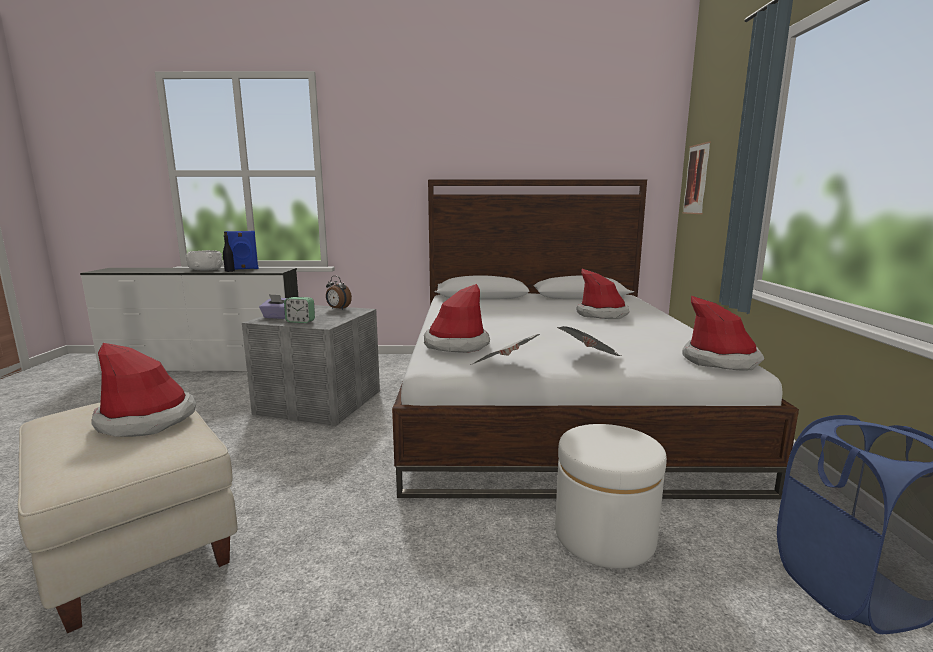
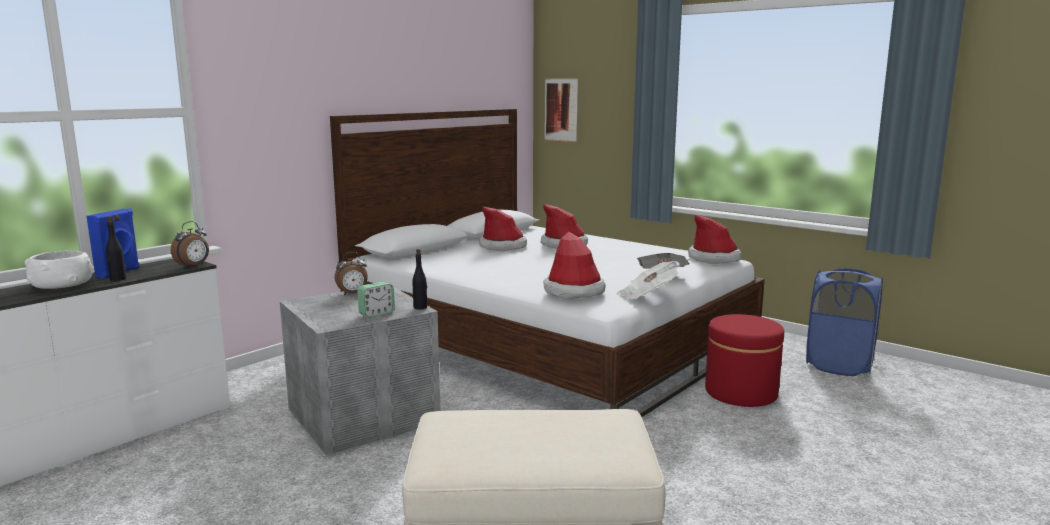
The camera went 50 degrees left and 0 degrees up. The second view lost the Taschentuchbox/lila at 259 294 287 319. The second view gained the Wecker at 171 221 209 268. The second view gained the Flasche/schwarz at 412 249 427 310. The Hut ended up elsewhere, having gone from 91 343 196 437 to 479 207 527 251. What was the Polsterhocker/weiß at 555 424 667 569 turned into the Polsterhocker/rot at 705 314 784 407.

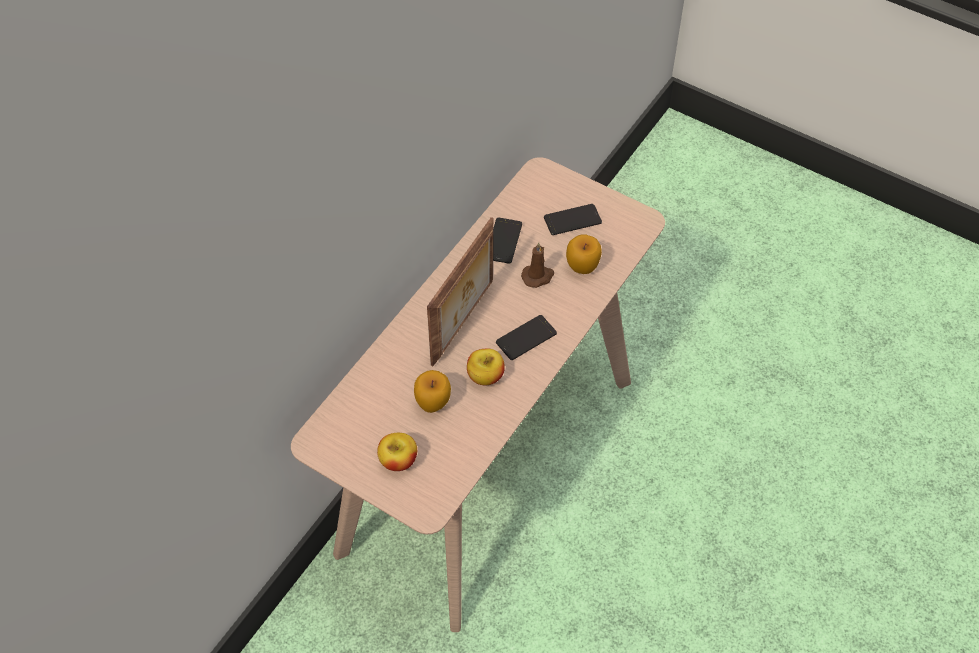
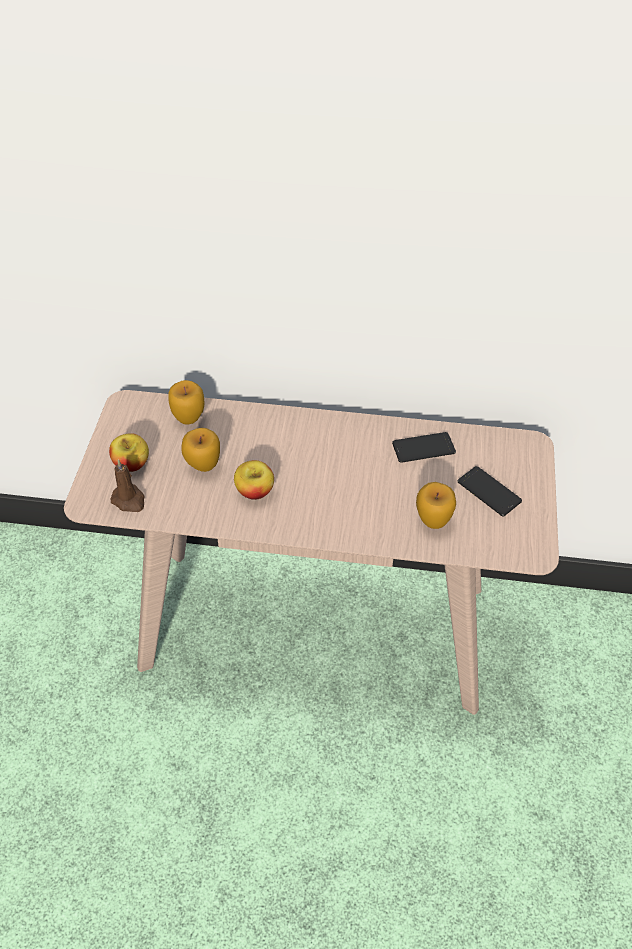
The camera went 65 degrees right and 5 degrees down. The second view lost the Bilderrahmen at 427 217 493 366. The second view lost the Handy at 496 315 557 360. The second view gained the Apfel at 168 380 205 425. The Kerze/braun ended up elsewhere, having gone from 521 242 554 288 to 110 459 145 512.

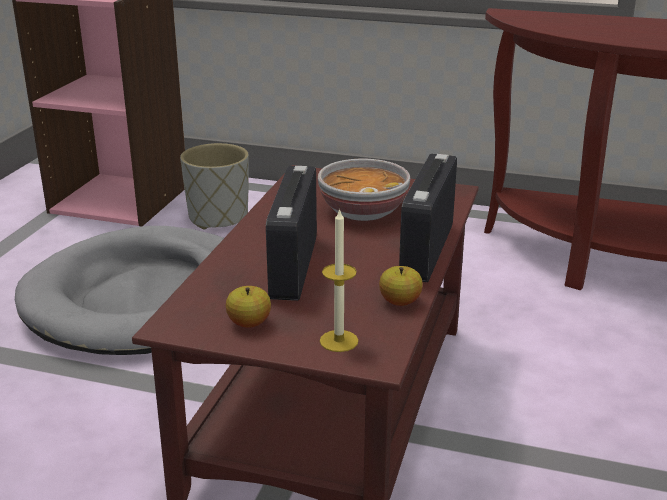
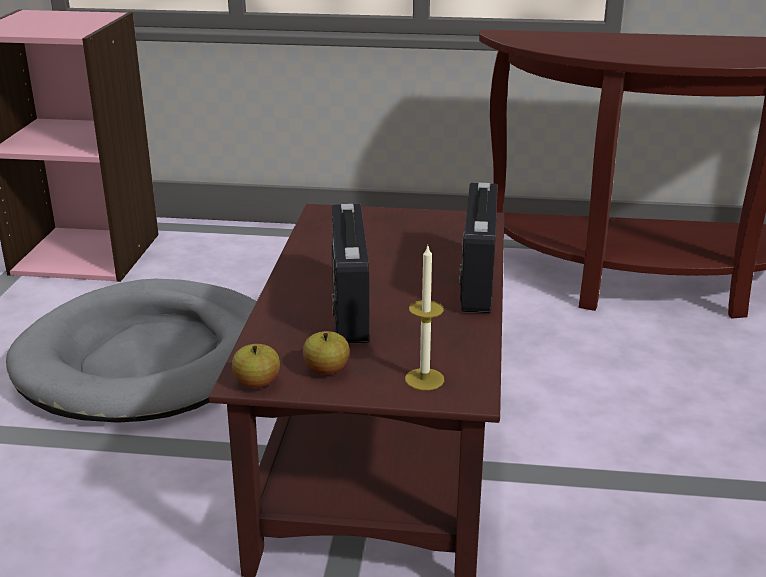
The camera went 10 degrees left and 0 degrees up. The second view lost the Pflanzkübel/grau at 180 143 249 229. The second view lost the Schüssel at 318 159 410 221. The Apfel ended up elsewhere, having gone from 379 266 423 306 to 232 344 280 388.

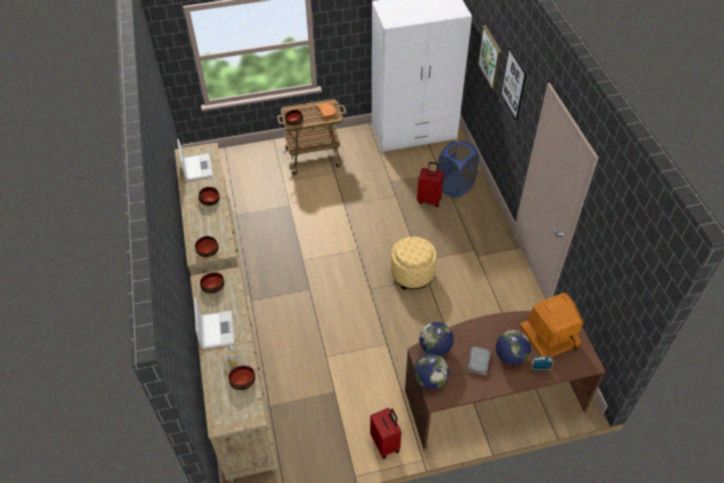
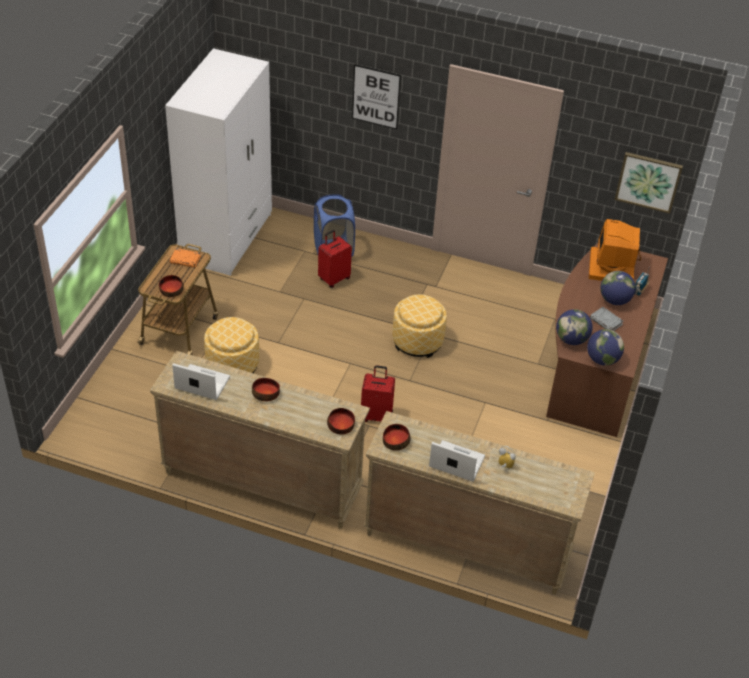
The camera went 60 degrees left and 5 degrees down. The second view lost the Schüssel at 229 366 255 390. The second view gained the Polsterhocker at 204 317 259 373. The Koffer/rot ended up elsewhere, having gone from 370 408 401 459 to 361 365 395 422. The Bild ended up elsewhere, having gone from 477 25 502 91 to 615 152 683 214.

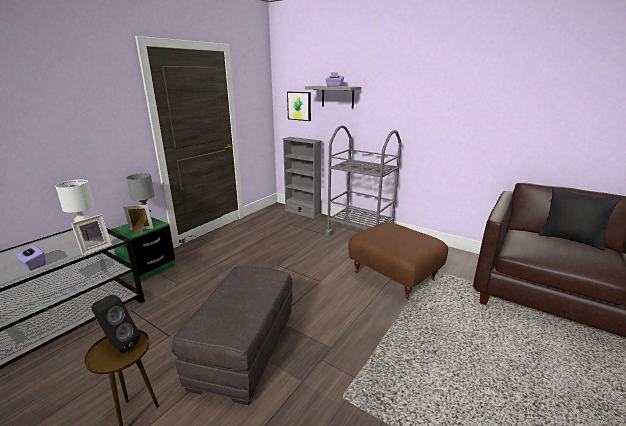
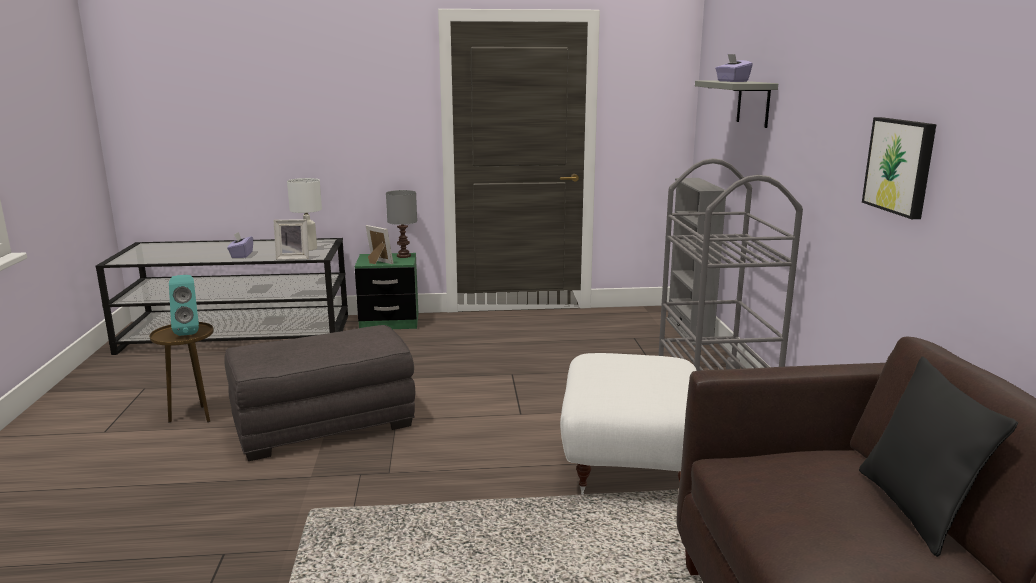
The camera went 50 degrees right and 5 degrees down. The Bild ended up elsewhere, having gone from 287 92 311 121 to 862 117 936 219. What was the Lautsprecher/schwarz at 91 294 140 353 turned into the Lautsprecher/türkis at 169 275 199 336. What was the Polsterhocker/braun at 348 222 448 301 turned into the Polsterhocker/weiß at 560 353 697 495.

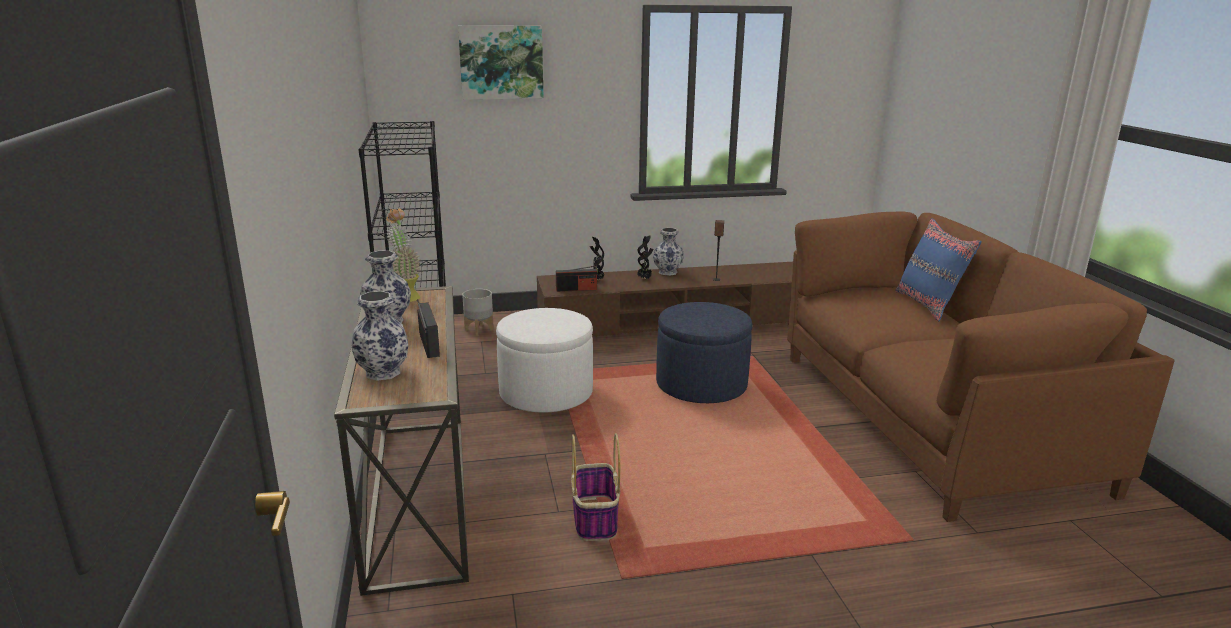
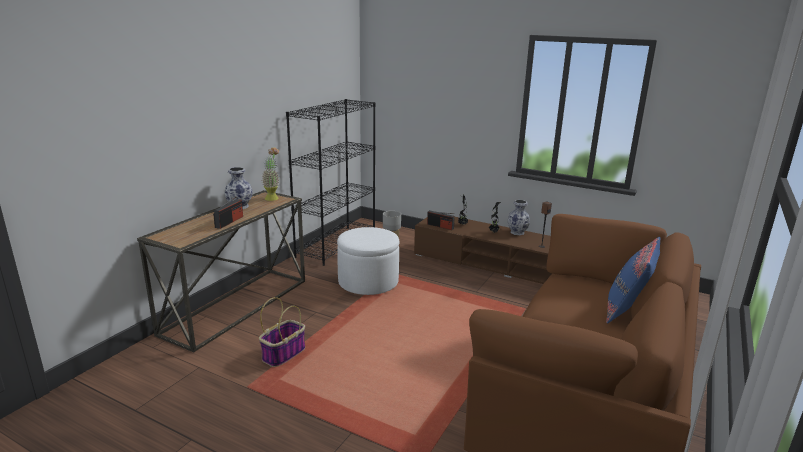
The camera went 40 degrees right and 0 degrees up. The second view lost the Vase at 352 291 408 381. The second view lost the Bild at 458 25 544 100. The second view lost the Polsterhocker/blau at 656 302 753 403.

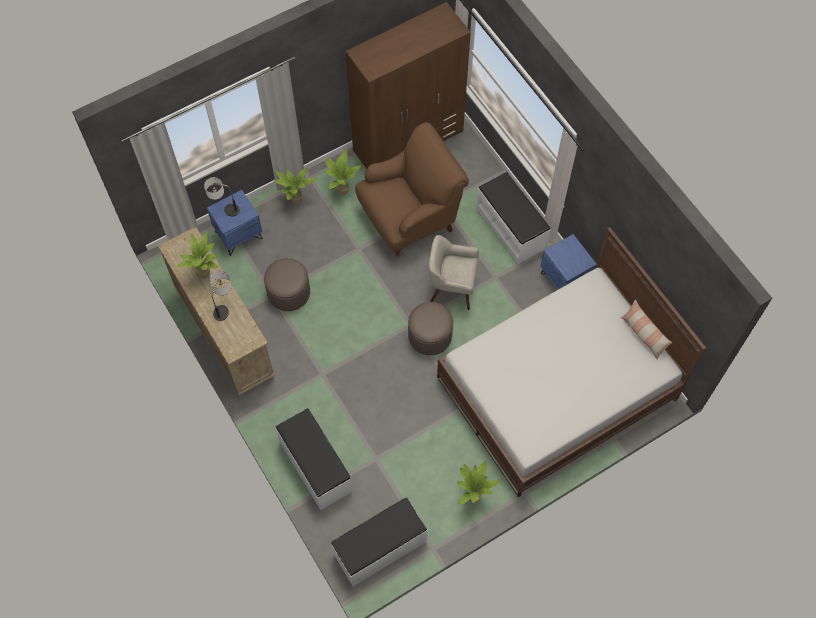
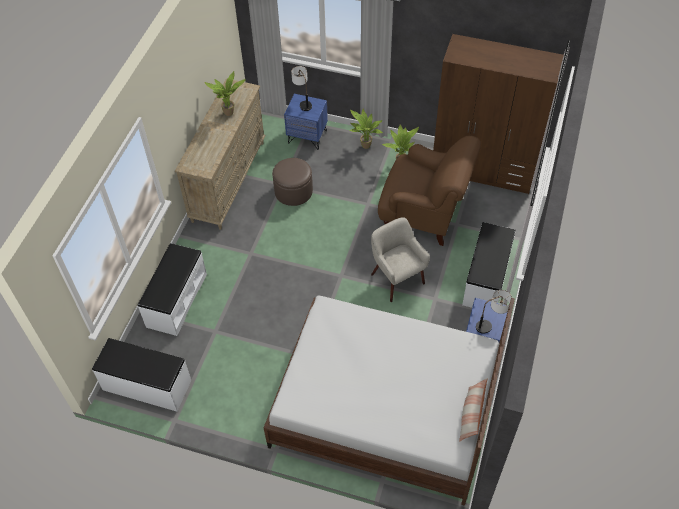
The camera went 50 degrees right and 10 degrees down. The second view lost the Polsterhocker/braun at 408 302 453 355. The second view lost the Topfpflanze at 457 461 500 504. The Tischlampe ended up elsewhere, having gone from 210 271 232 321 to 476 290 512 334.

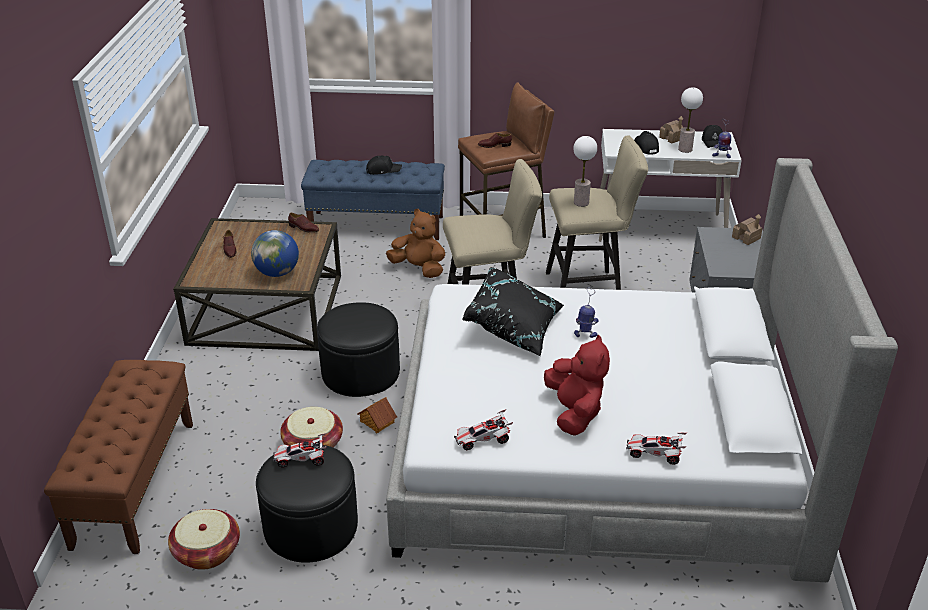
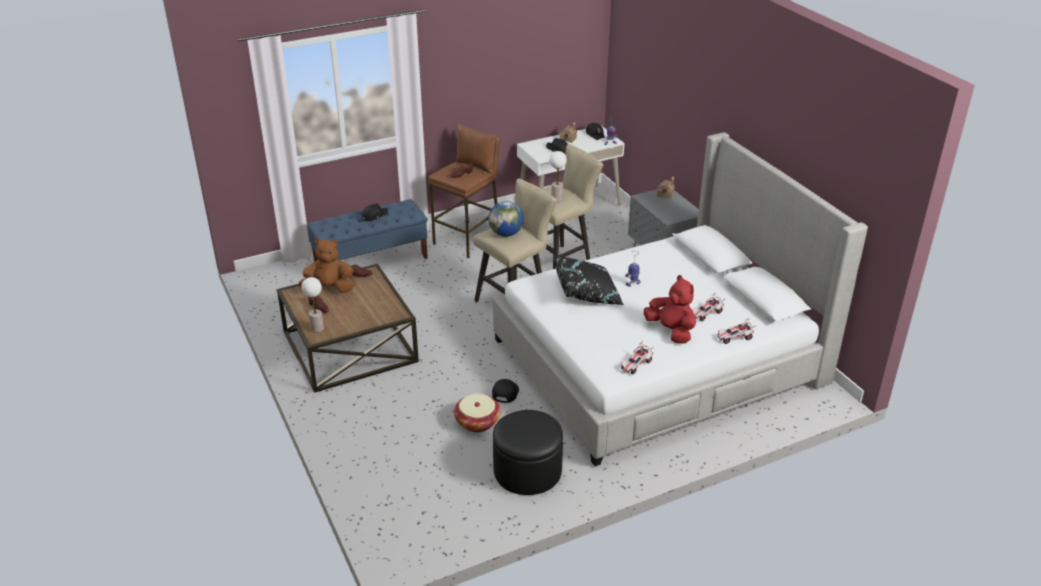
The camera went 30 degrees left and 0 degrees up. The second view lost the Bank/braun at 44 360 193 554. The second view lost the Korb at 168 509 240 570. The second view lost the Polsterhocker/schwarz at 317 302 400 397. The Globus ended up elsewhere, having gone from 251 230 299 277 to 489 201 524 237. The Spielzeugauto ended up elsewhere, having gone from 273 433 327 468 to 692 293 725 321. The Plüschtier/braun ended up elsewhere, having gone from 386 209 445 278 to 299 238 354 293. The Tischlampe ended up elsewhere, having gone from 678 87 703 153 to 301 277 324 333. Where the Spielzeughaus stood at 357 397 397 433, the Kappe/schwarz came to stand at 492 379 519 403.

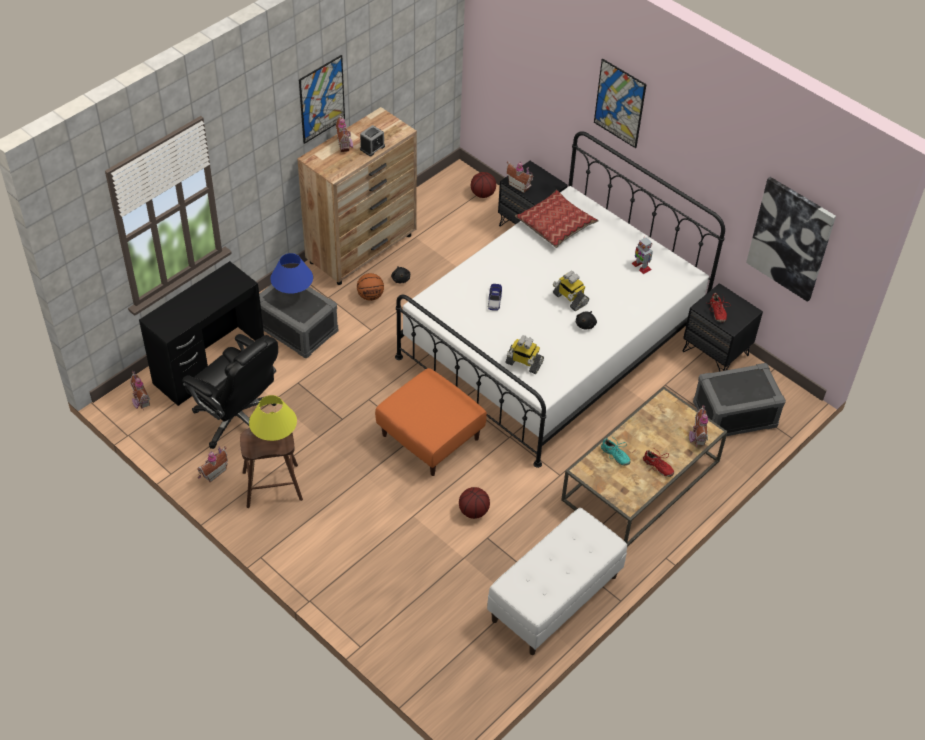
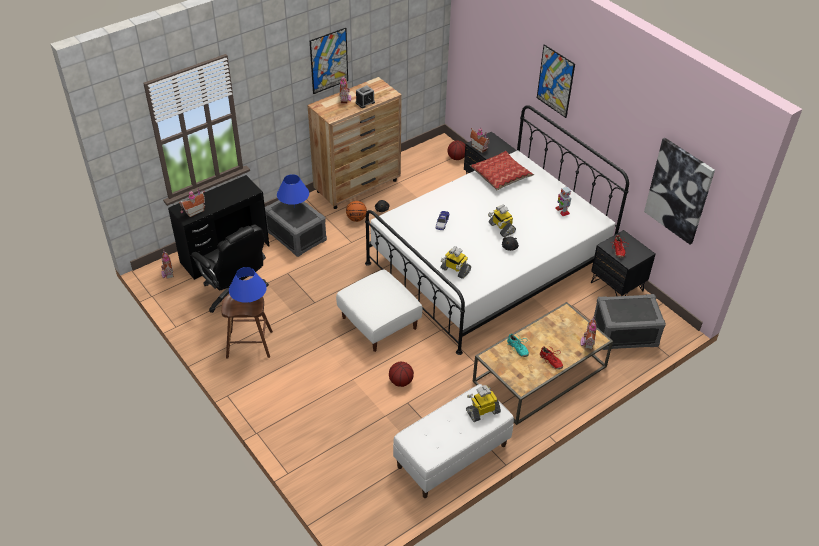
The camera went 10 degrees right and 5 degrees down. The second view gained the Spielzeugroboter at 466 385 501 422. The Spielzeughaus ended up elsewhere, having gone from 197 446 228 482 to 179 188 205 217. What was the Tischlampe/gelb at 249 395 297 441 turned into the Tischlampe/blau at 229 267 267 303. What was the Polsterhocker/orange at 375 368 487 476 turned into the Polsterhocker/weiß at 336 269 422 352.

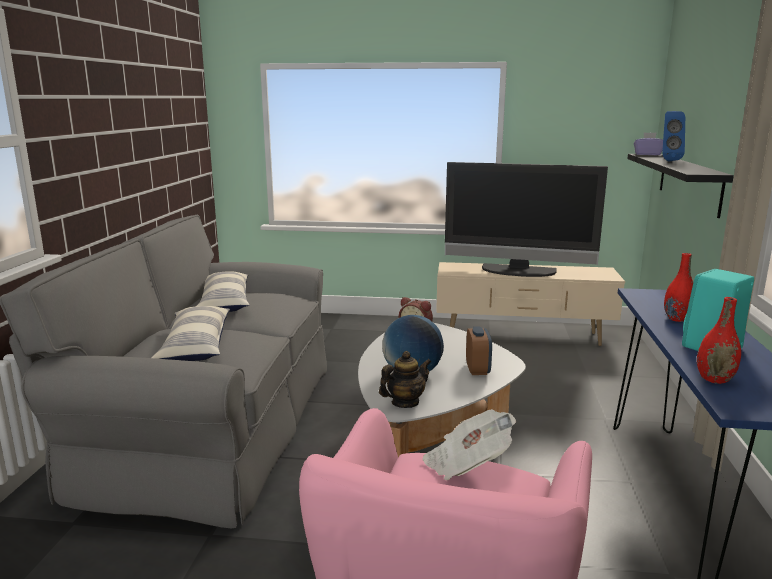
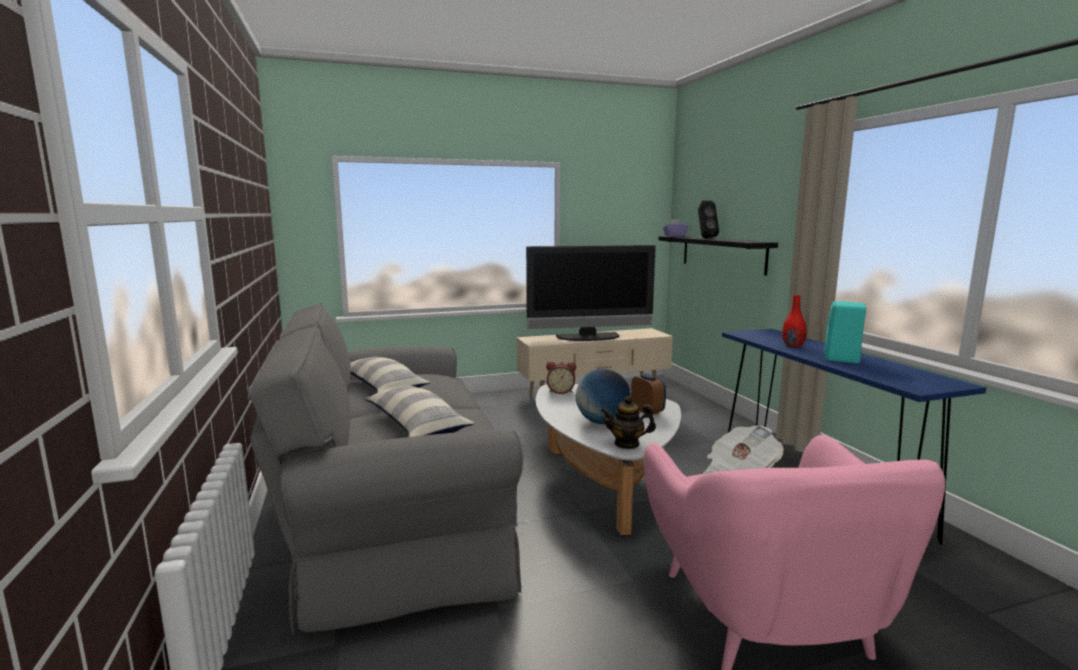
The camera went 25 degrees left and 5 degrees down. The second view lost the Vase/rot at 697 297 741 384. What was the Lautsprecher/blau at 662 111 685 161 turned into the Lautsprecher/schwarz at 698 200 719 238. The Teekanne at 379 351 431 408 ended up facing another way, 120 degrees counterclockwise from before.

